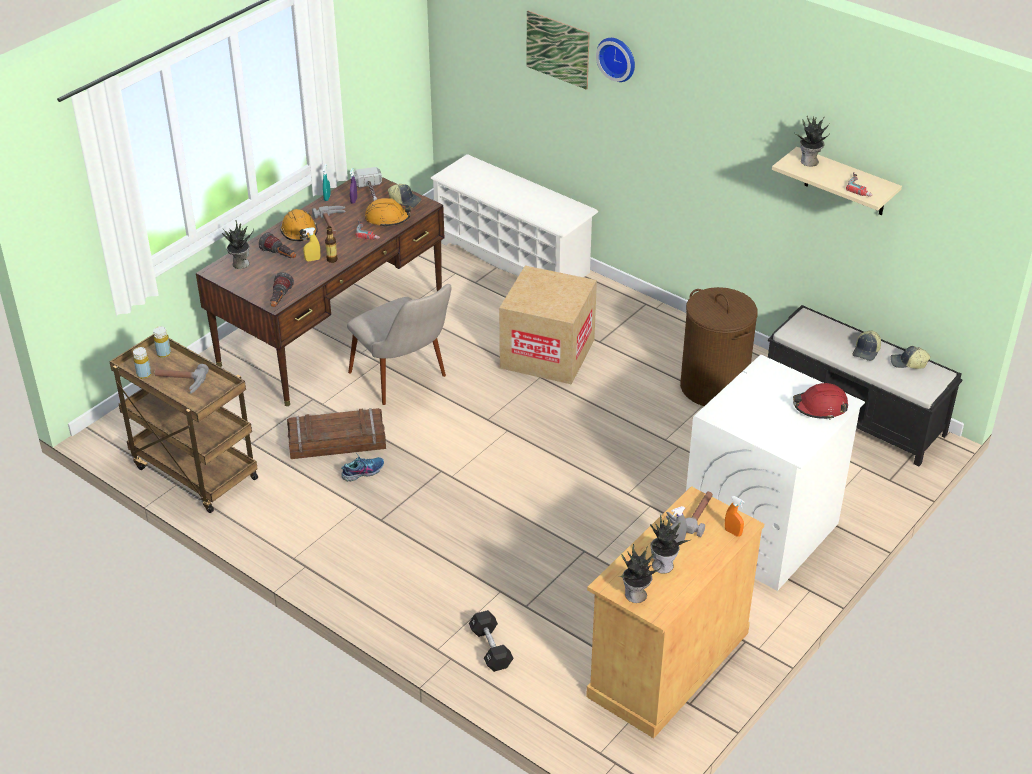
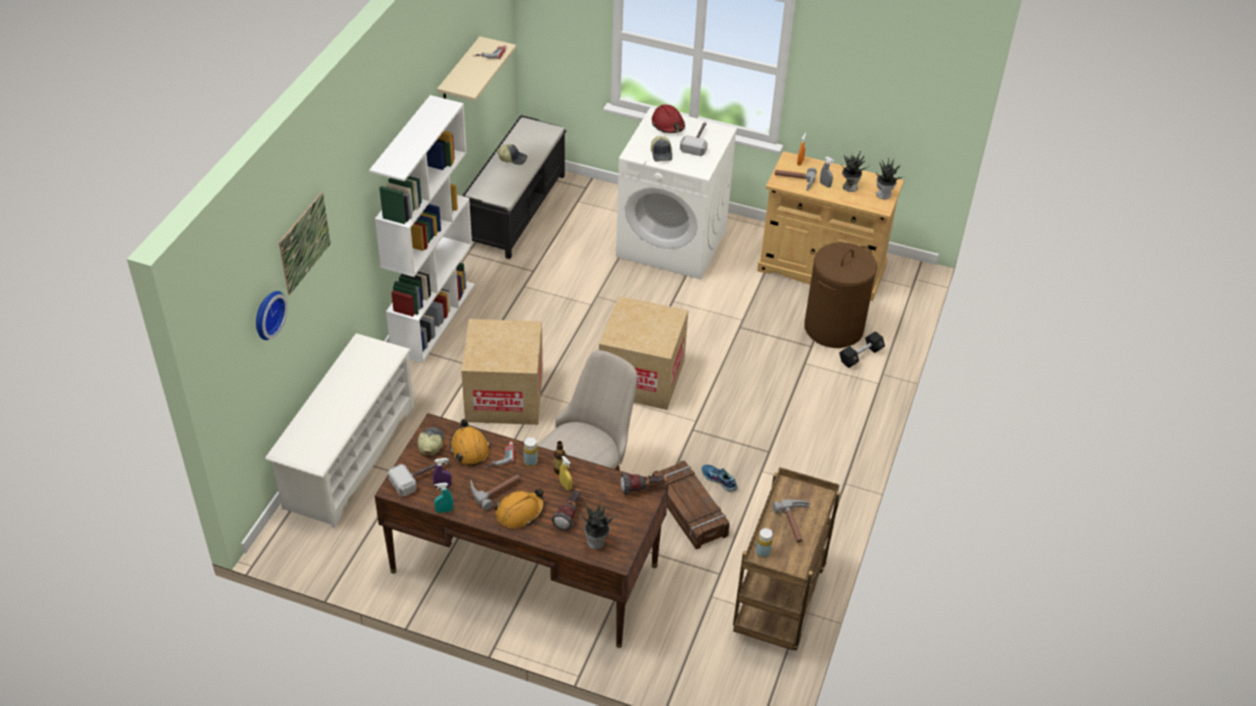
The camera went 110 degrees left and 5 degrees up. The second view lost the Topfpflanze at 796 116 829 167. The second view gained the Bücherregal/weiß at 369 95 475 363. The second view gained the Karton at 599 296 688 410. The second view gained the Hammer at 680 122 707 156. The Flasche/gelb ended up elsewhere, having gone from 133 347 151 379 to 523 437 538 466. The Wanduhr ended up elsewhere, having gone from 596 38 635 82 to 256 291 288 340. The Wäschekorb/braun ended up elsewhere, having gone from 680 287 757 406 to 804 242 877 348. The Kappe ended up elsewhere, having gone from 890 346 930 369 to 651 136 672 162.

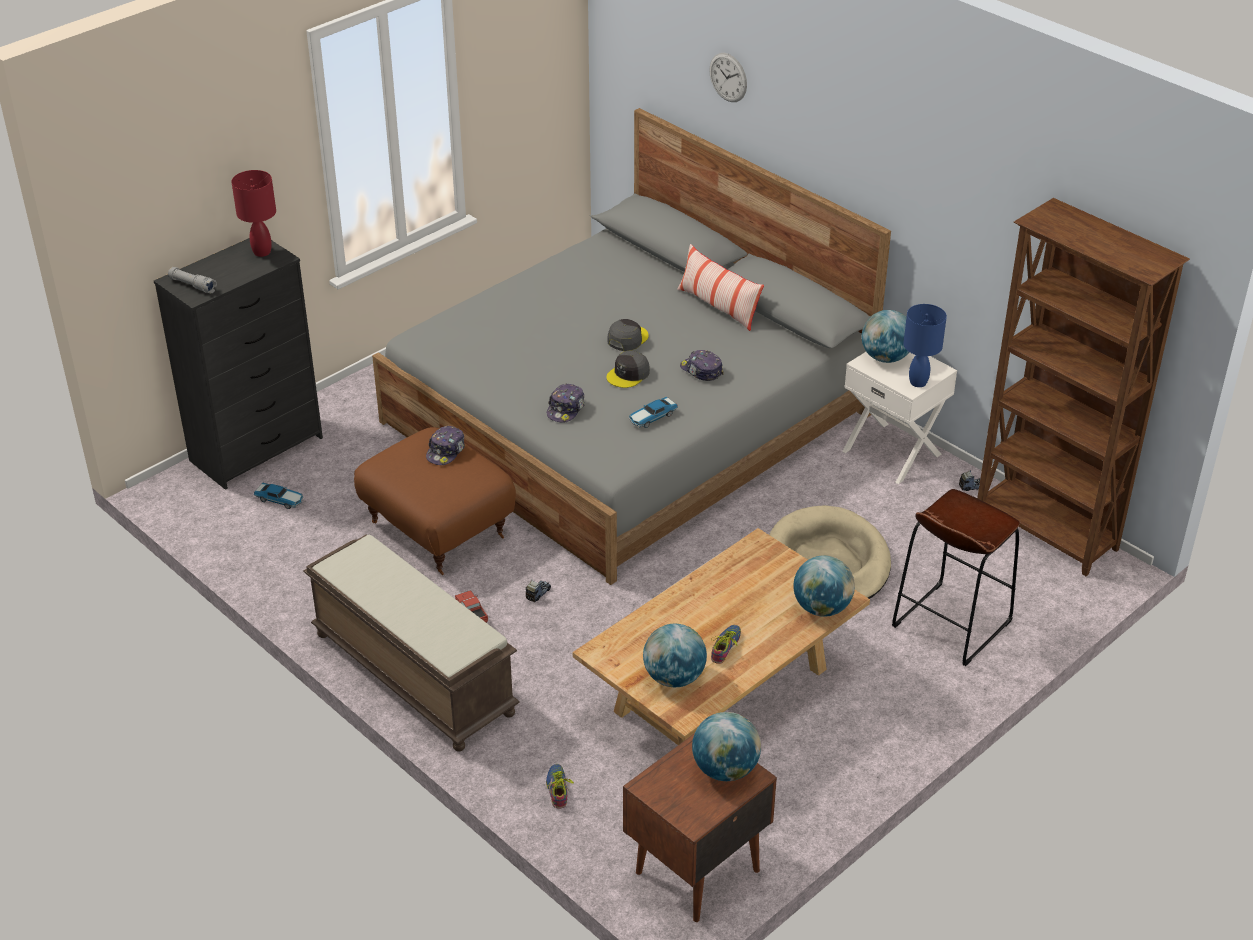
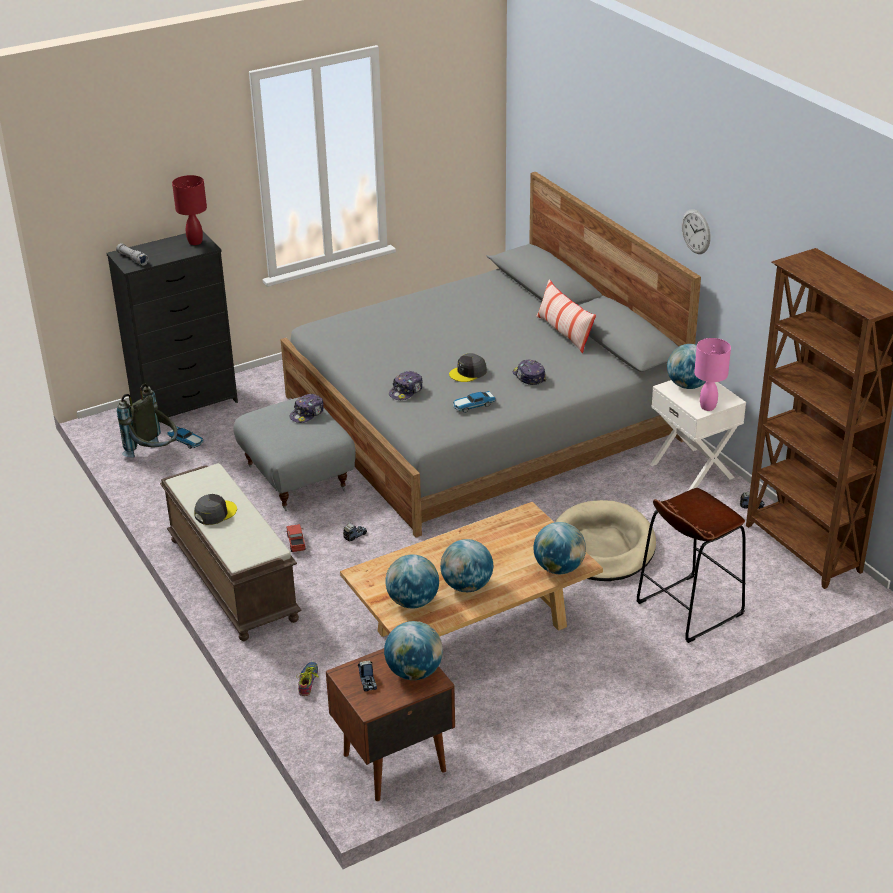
The camera went 15 degrees right and 5 degrees down. The second view gained the Rucksack/grau at 117 384 177 458. The second view gained the Spielzeuglaster at 358 661 377 691. The Kappe/grau ended up elsewhere, having gone from 607 319 649 351 to 194 494 237 525. The Wanduhr ended up elsewhere, having gone from 709 53 747 102 to 682 209 710 254. Where the Schuh stood at 711 625 741 664, the Globus came to stand at 440 539 493 592. What was the Polsterhocker/braun at 354 427 516 575 turned into the Polsterhocker/grau at 233 397 356 511. What was the Tischlampe/blau at 903 304 947 387 turned into the Tischlampe/rosa at 694 338 731 411.

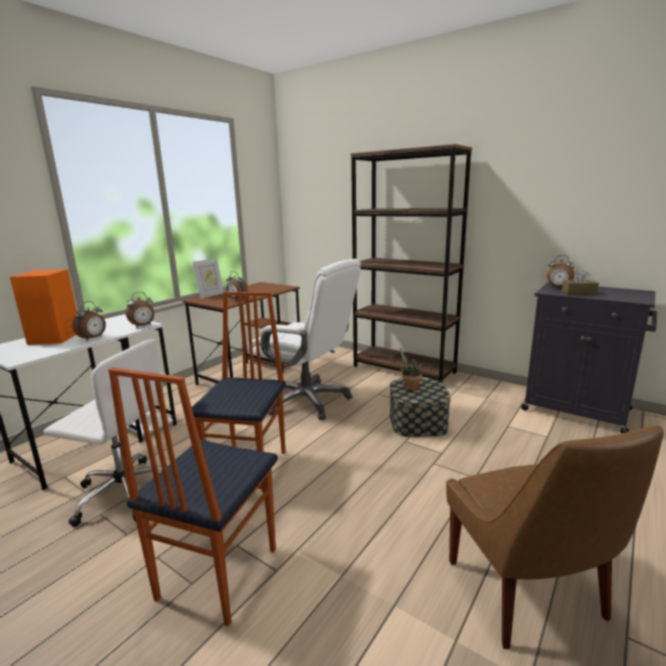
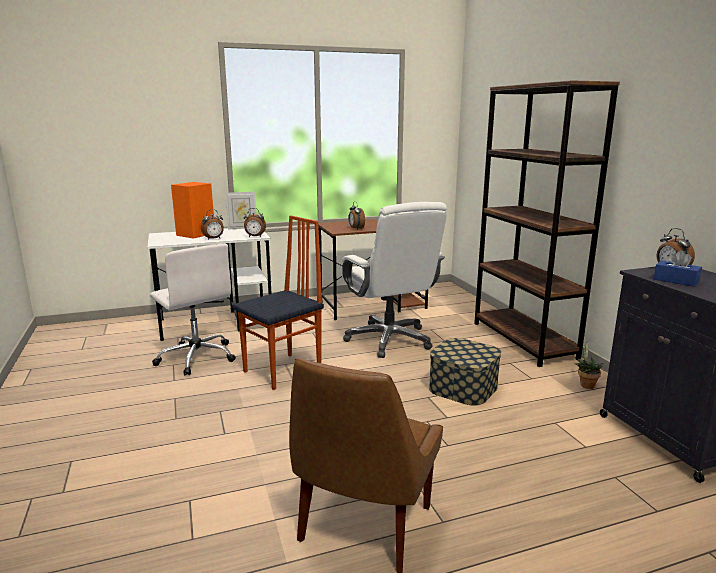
The camera went 35 degrees right and 0 degrees up. The second view lost the Stuhl at 108 367 278 626. The Bilderrahmen ended up elsewhere, having gone from 193 258 224 299 to 225 192 256 230. The Topfpflanze ended up elsewhere, having gone from 400 348 422 390 to 574 341 603 389. What was the Taschentuchbox/braun at 562 270 599 295 turned into the Taschentuchbox/blau at 654 250 702 287.

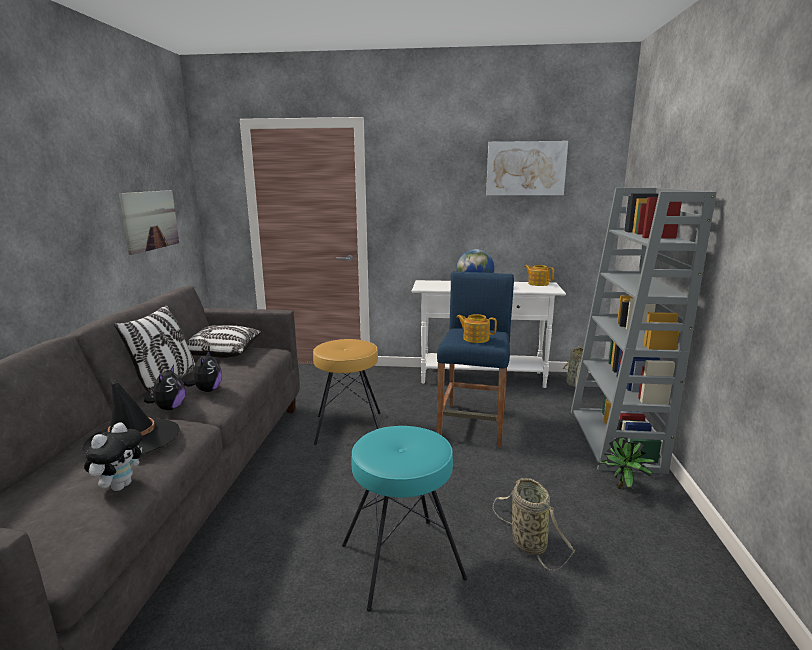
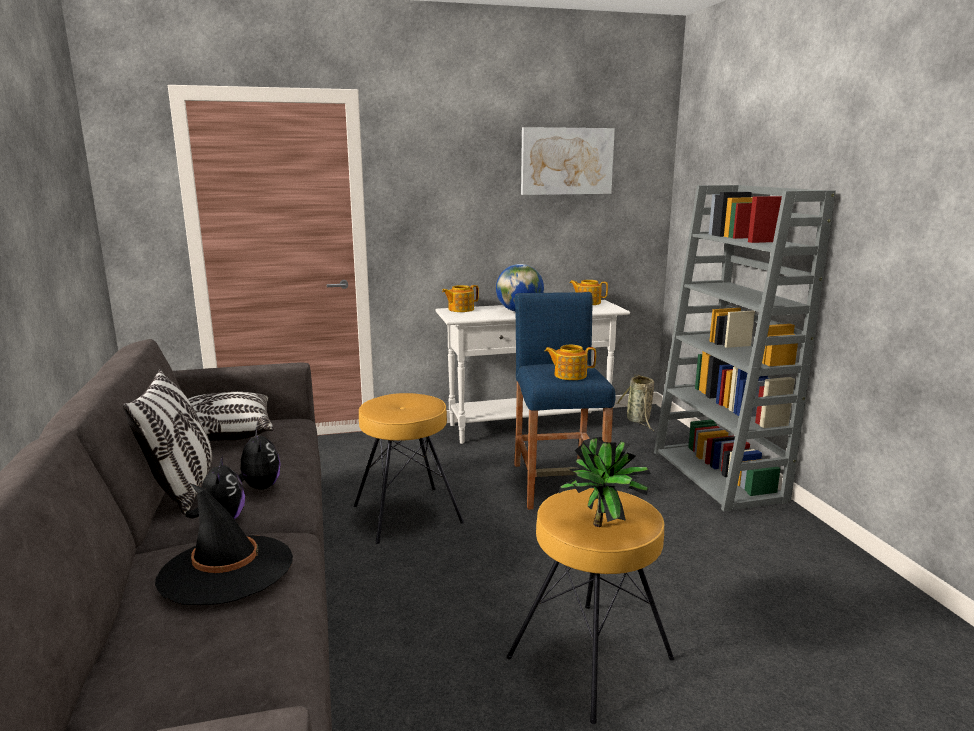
The camera went 20 degrees left and 0 degrees up. The second view lost the Plüschtier at 84 422 143 491. The second view lost the Bild at 119 190 179 255. The second view lost the Korb at 493 478 575 571. The second view gained the Teekanne at 442 285 479 312. The Topfpflanze ended up elsewhere, having gone from 598 437 655 489 to 559 437 651 527. What was the Hocker/türkis at 342 426 467 612 turned into the Hocker/braun at 506 488 675 724.

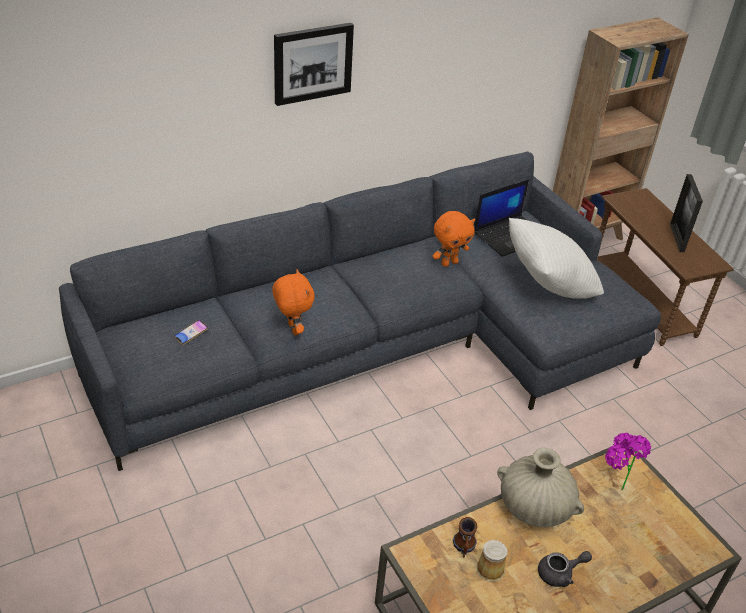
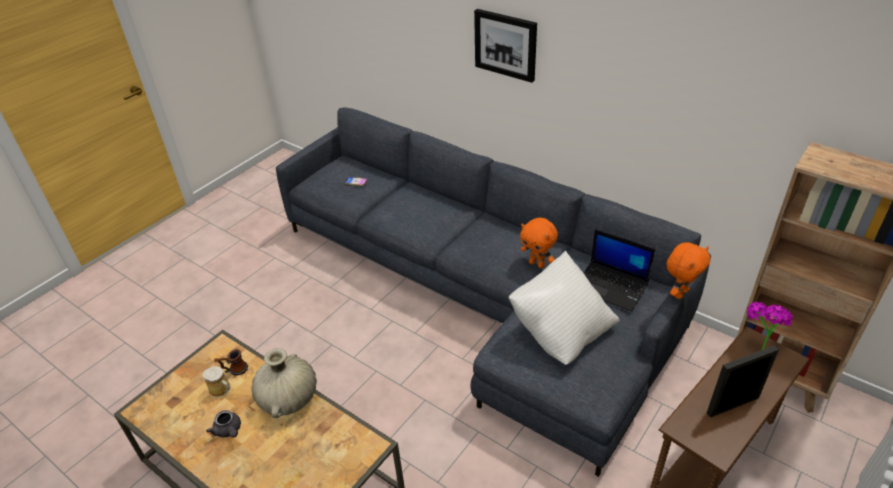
The camera went 70 degrees right and 0 degrees up. The Plüschtier/orange ended up elsewhere, having gone from 272 269 315 335 to 666 242 710 299. The Topfpflanze ended up elsewhere, having gone from 605 433 651 490 to 747 302 793 350.

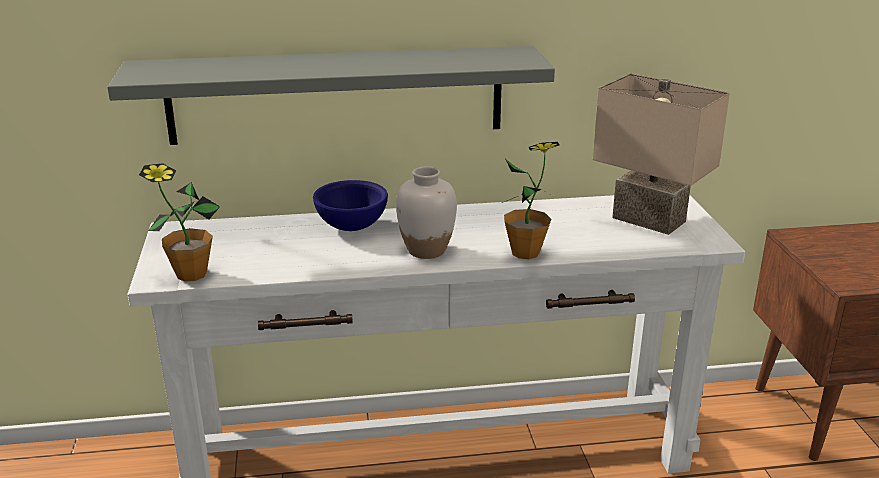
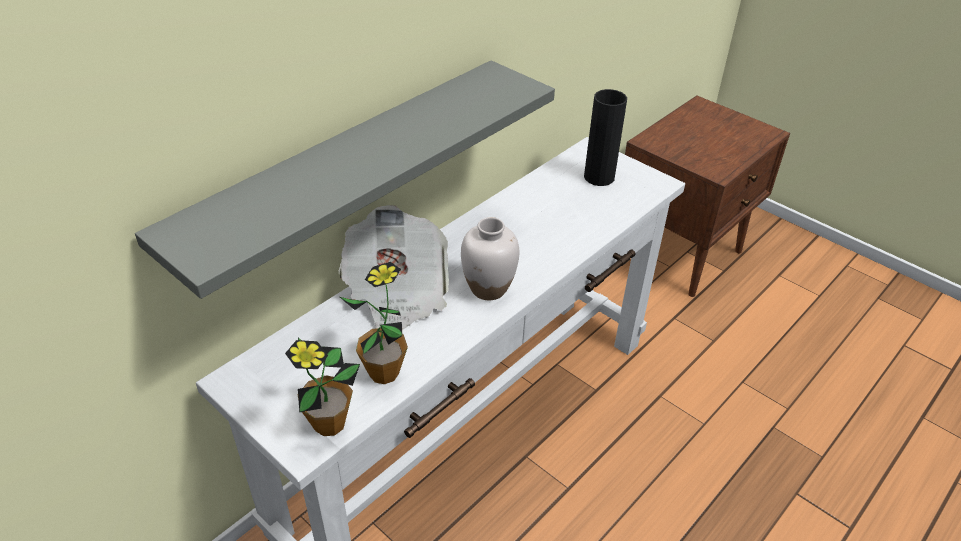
The camera went 40 degrees left and 15 degrees up. The Topfpflanze ended up elsewhere, having gone from 502 142 559 259 to 340 262 408 384. Where the Schüssel/blau stood at 313 180 388 231, the Zeitung came to stand at 338 205 449 330. Where the Tischlampe/beige stood at 593 73 730 235, the Vase/schwarz came to stand at 584 89 627 186.

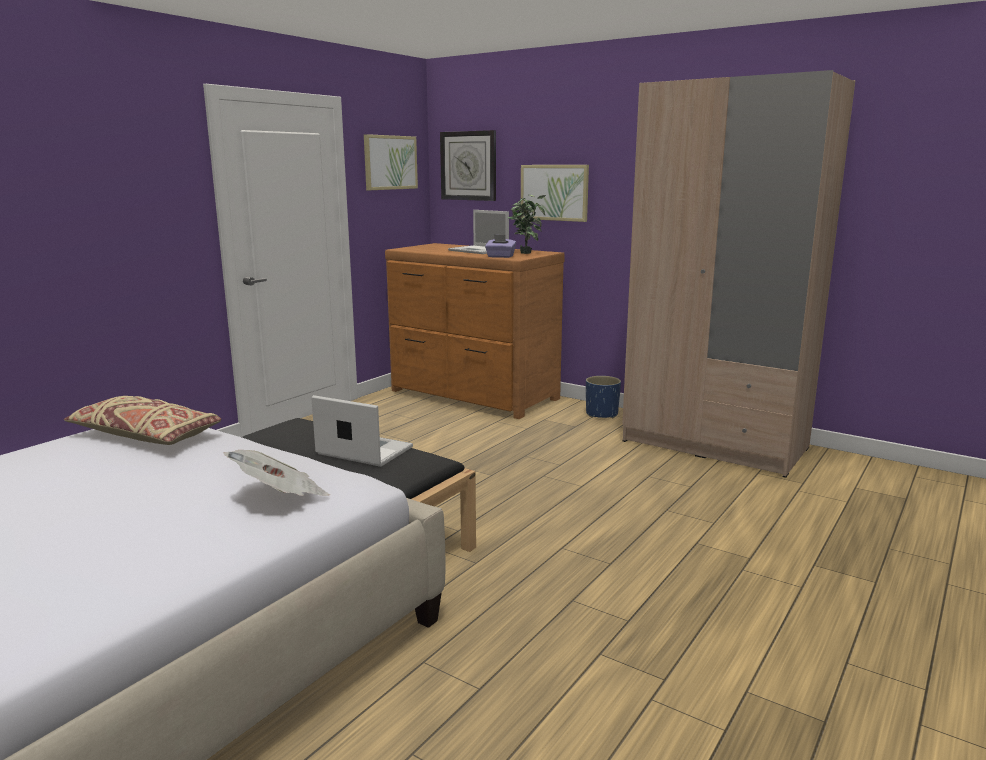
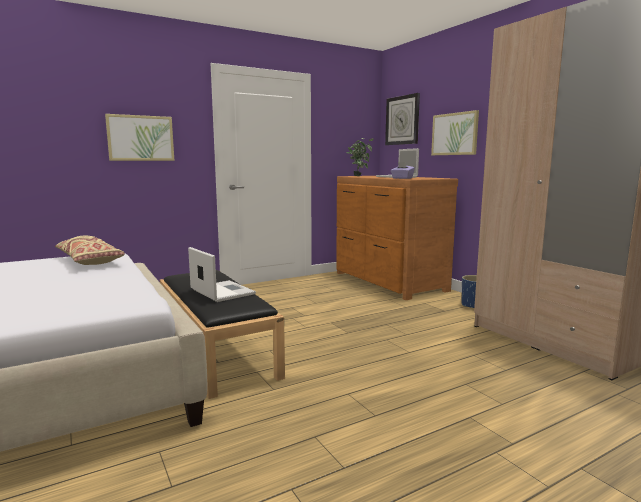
The camera went 25 degrees right and 5 degrees down. The second view lost the Zeitung at 223 450 331 496. The Bild ended up elsewhere, having gone from 364 134 418 190 to 105 114 174 161. The Topfpflanze ended up elsewhere, having gone from 508 195 546 254 to 346 138 374 176.

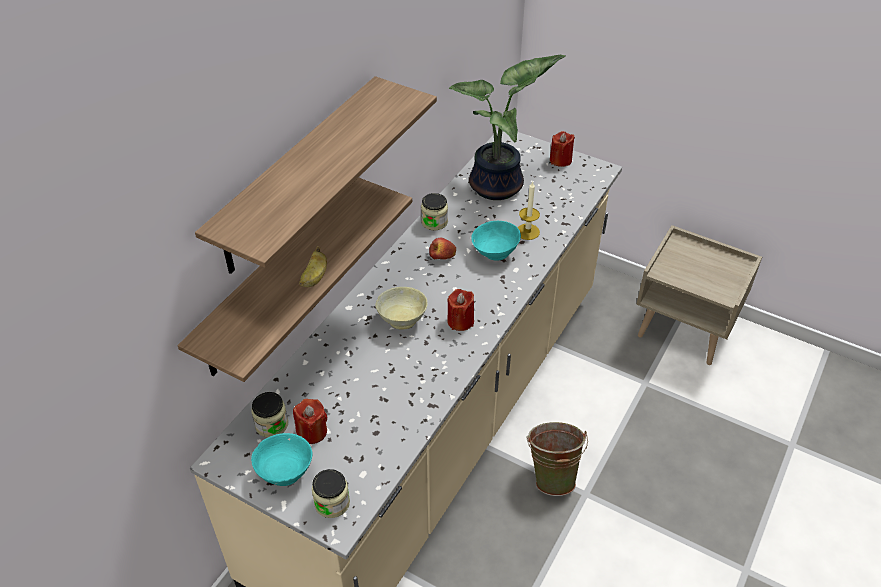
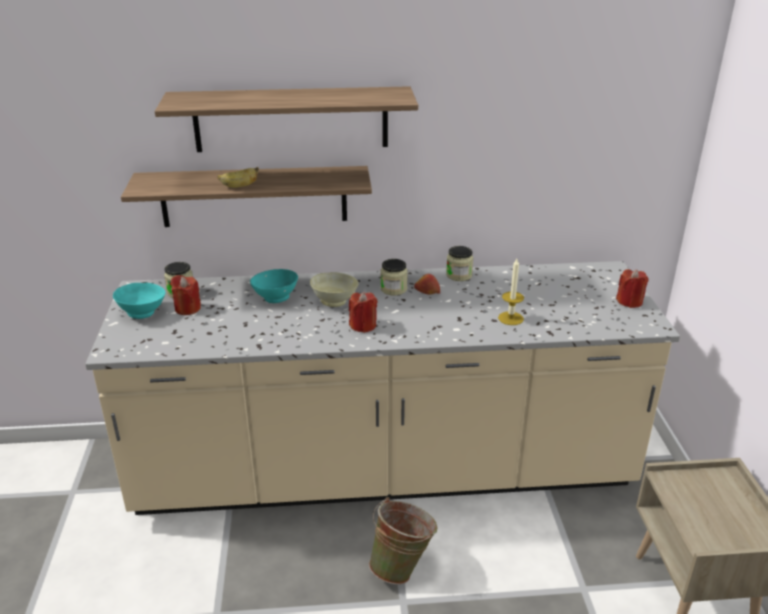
The camera went 55 degrees right and 15 degrees down. The second view lost the Topfpflanze at 449 55 565 200. The Vorratsglas ended up elsewhere, having gone from 312 469 350 518 to 380 259 408 296. The Schüssel/türkis ended up elsewhere, having gone from 471 221 521 261 to 250 269 298 303.

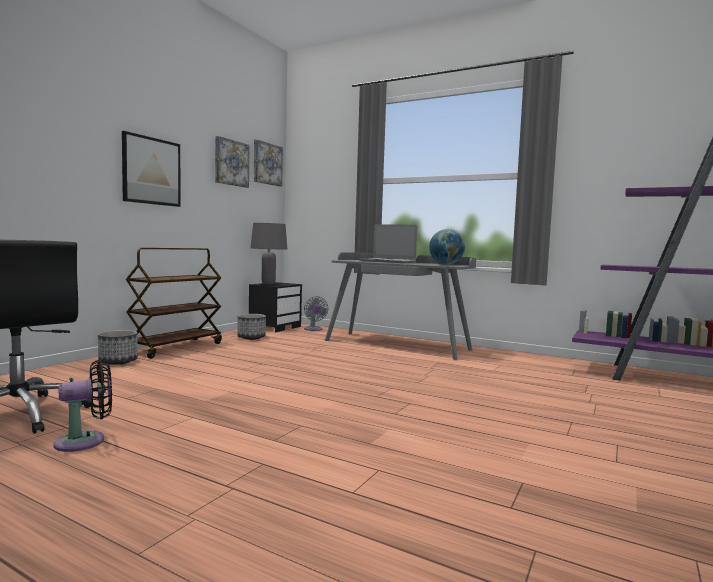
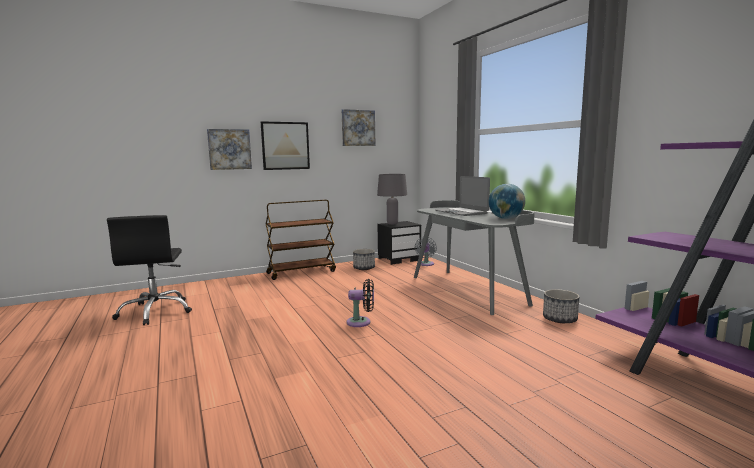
The camera went 35 degrees right and 5 degrees up. The Ventilator/schwarz ended up elsewhere, having gone from 54 359 112 452 to 346 279 374 327. The Pflanzkübel ended up elsewhere, having gone from 98 330 138 365 to 543 289 579 323. The Bild ended up elsewhere, having gone from 254 140 283 187 to 207 129 252 170.

